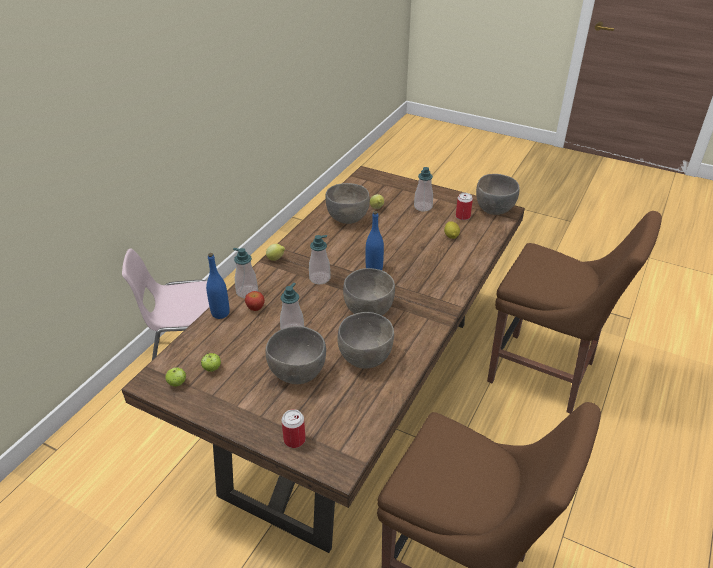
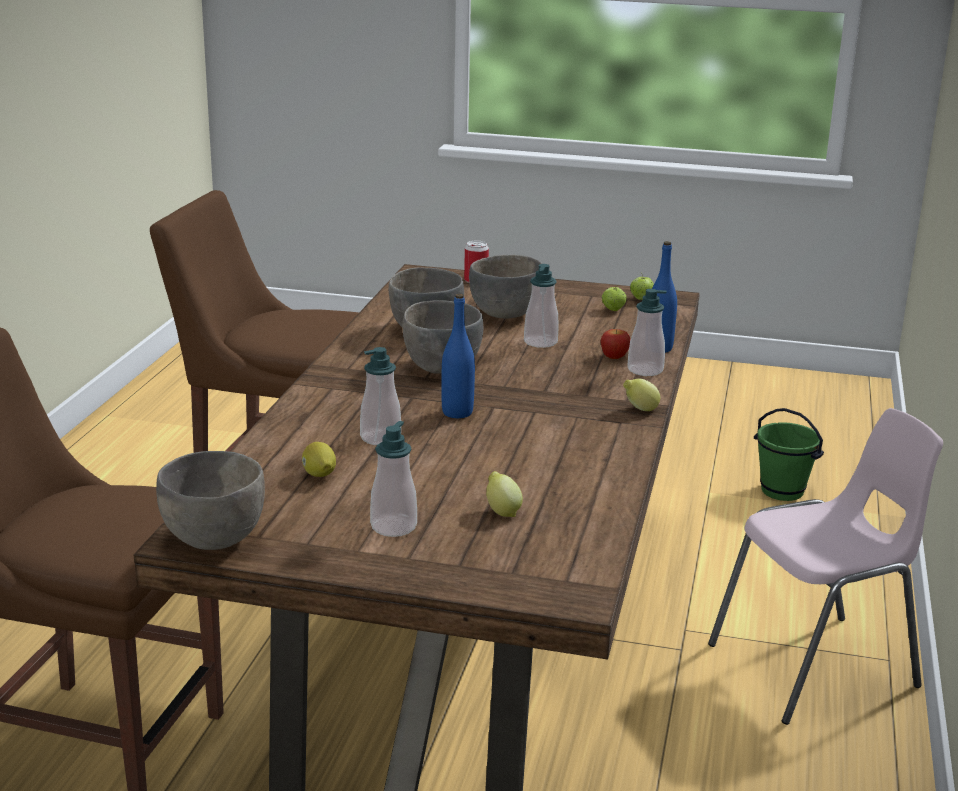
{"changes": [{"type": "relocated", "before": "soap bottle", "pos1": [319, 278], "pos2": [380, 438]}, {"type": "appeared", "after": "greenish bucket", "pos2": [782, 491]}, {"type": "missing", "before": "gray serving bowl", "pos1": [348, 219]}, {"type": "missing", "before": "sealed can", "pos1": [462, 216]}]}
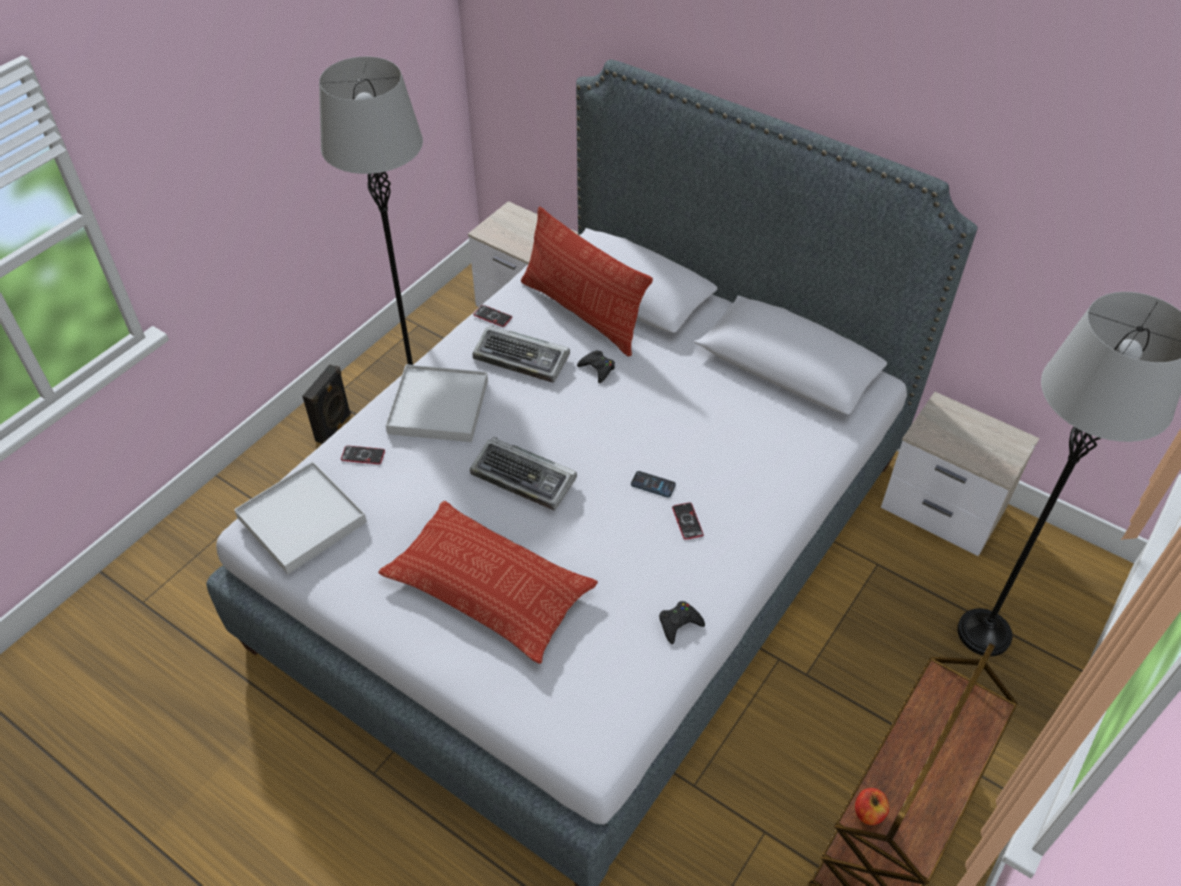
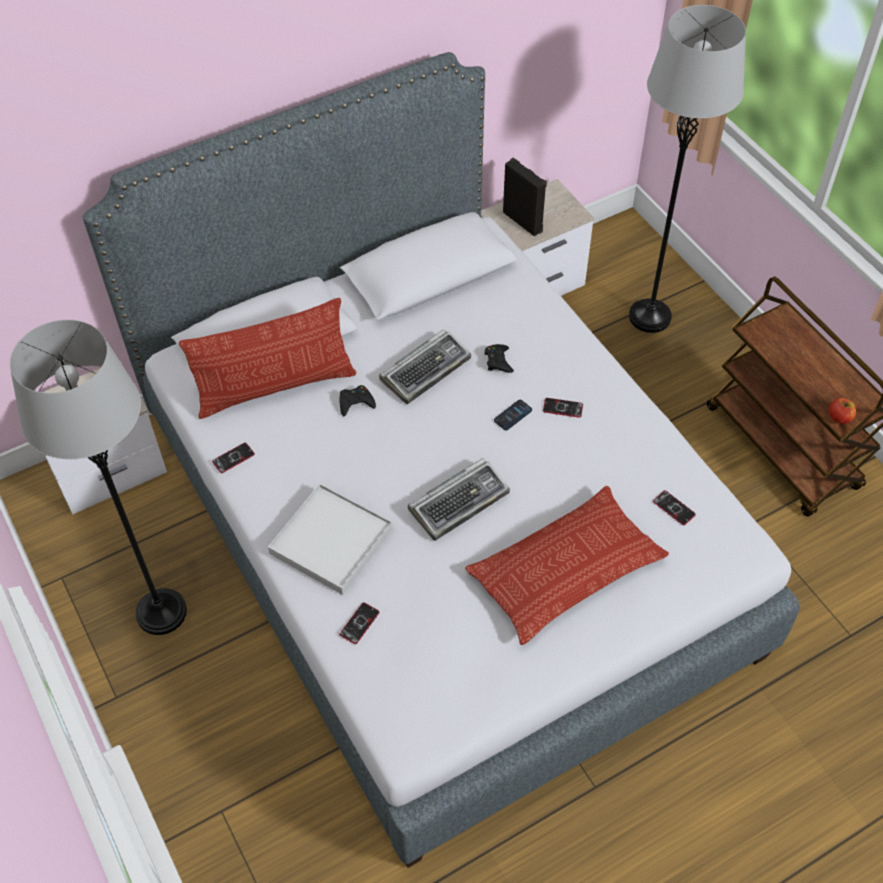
{"changes": [{"type": "relocated", "before": "computer keyboard", "pos1": [522, 358], "pos2": [426, 370]}, {"type": "relocated", "before": "blackish game controller", "pos1": [679, 624], "pos2": [498, 361]}, {"type": "relocated", "before": "blackish speaker", "pos1": [334, 428], "pos2": [523, 221]}, {"type": "appeared", "after": "phone", "pos2": [674, 508]}, {"type": "missing", "before": "white carrying tray", "pos1": [302, 520]}]}
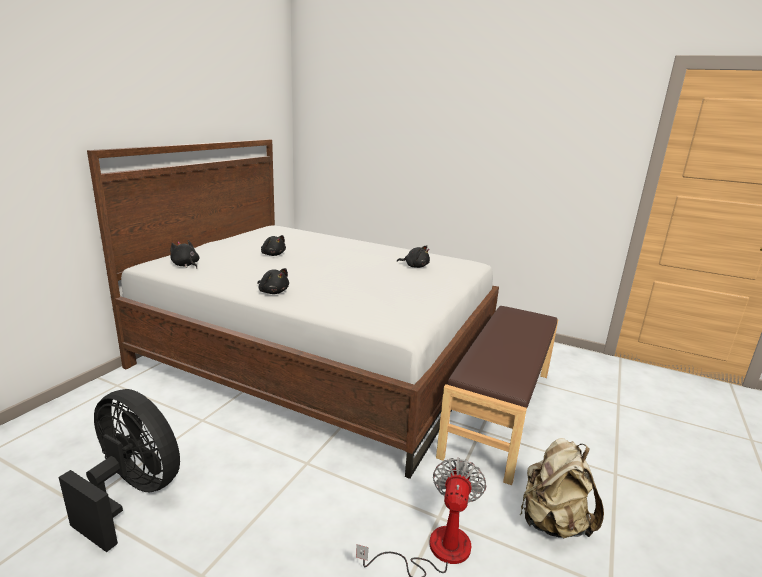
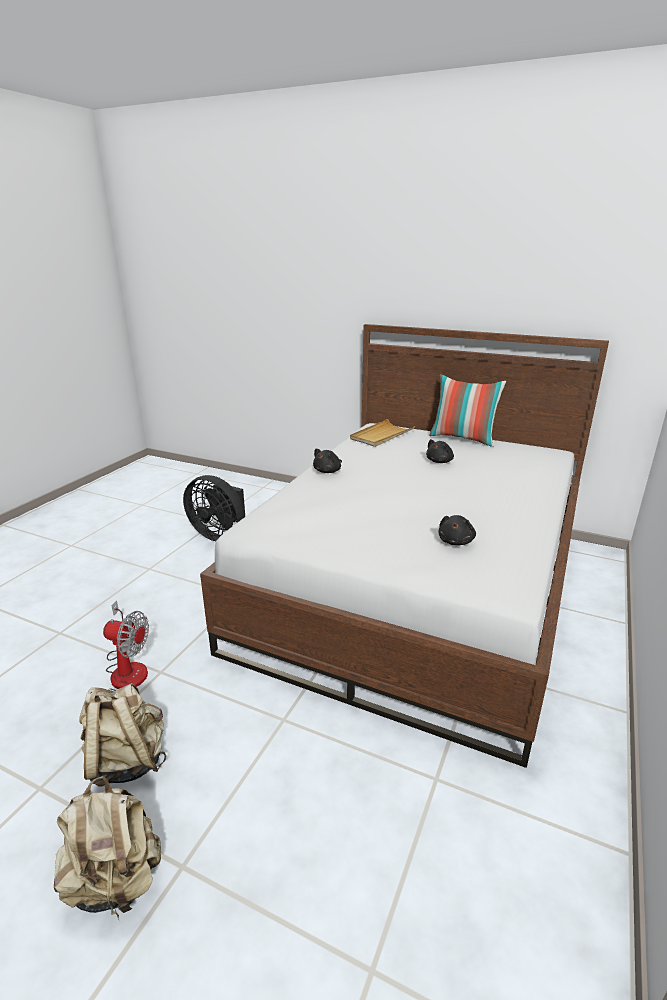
{"changes": [{"type": "appeared", "after": "sand-coloured knapsack", "pos2": [116, 880]}, {"type": "spun", "before": "blackish electric fan", "pos1": [132, 494], "pos2": [220, 534], "turn": 90}, {"type": "exchanged", "before": "blackish plush toy", "after": "sand-coloured carrying tray", "pos1": [186, 265], "pos2": [381, 435]}, {"type": "appeared", "after": "throw pillow", "pos2": [463, 438]}, {"type": "missing", "before": "brown long seat", "pos1": [498, 411]}]}
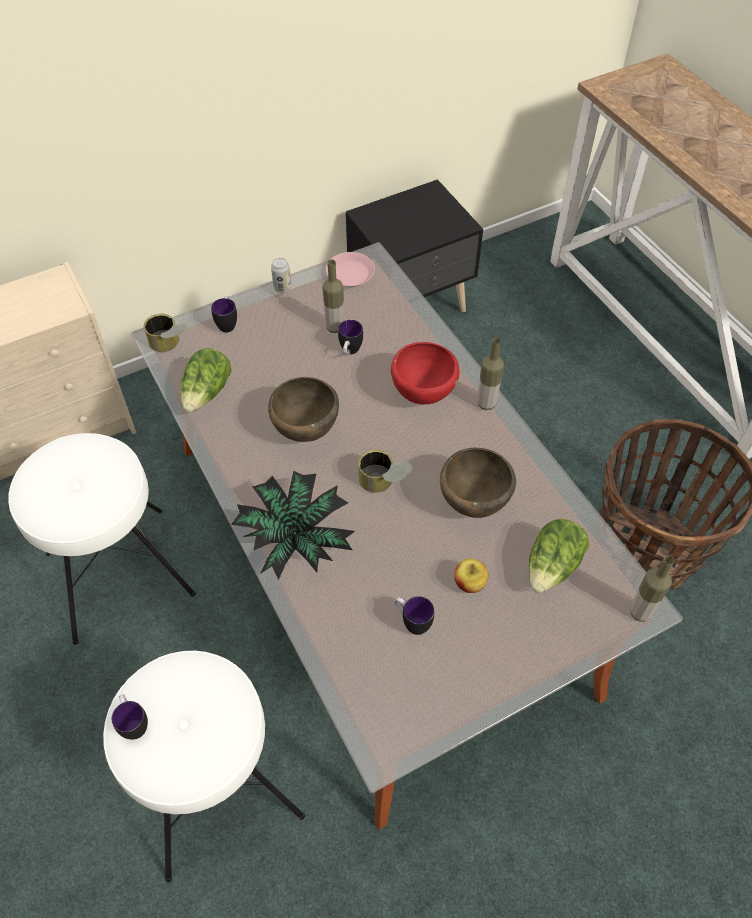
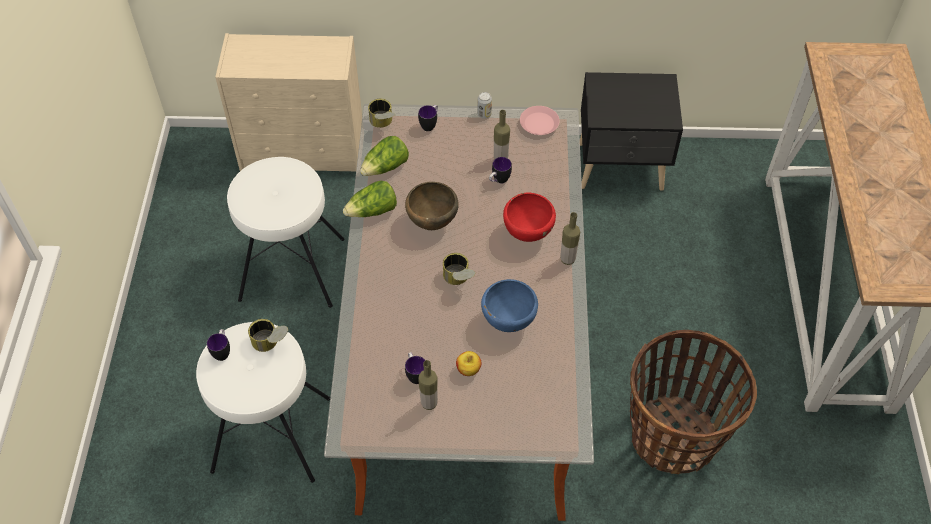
{"changes": [{"type": "appeared", "after": "sealed can", "pos2": [271, 343]}, {"type": "relocated", "before": "head of lettuce", "pos1": [553, 566], "pos2": [372, 211]}, {"type": "relocated", "before": "beverage bottle", "pos1": [640, 612], "pos2": [429, 403]}, {"type": "colour", "before": "brown serving bowl", "after": "blue-coloured serving bowl", "pos1": [473, 504], "pos2": [508, 321]}, {"type": "missing", "before": "potted plant", "pos1": [295, 538]}]}
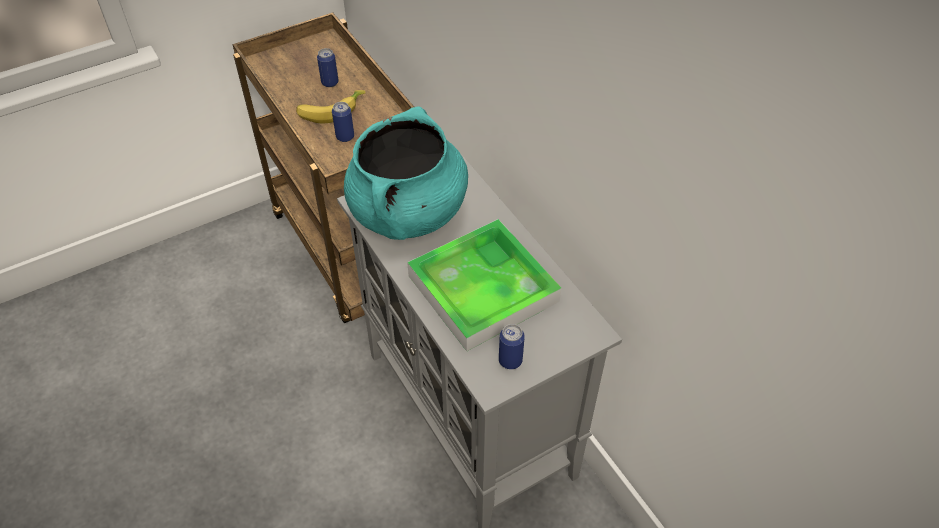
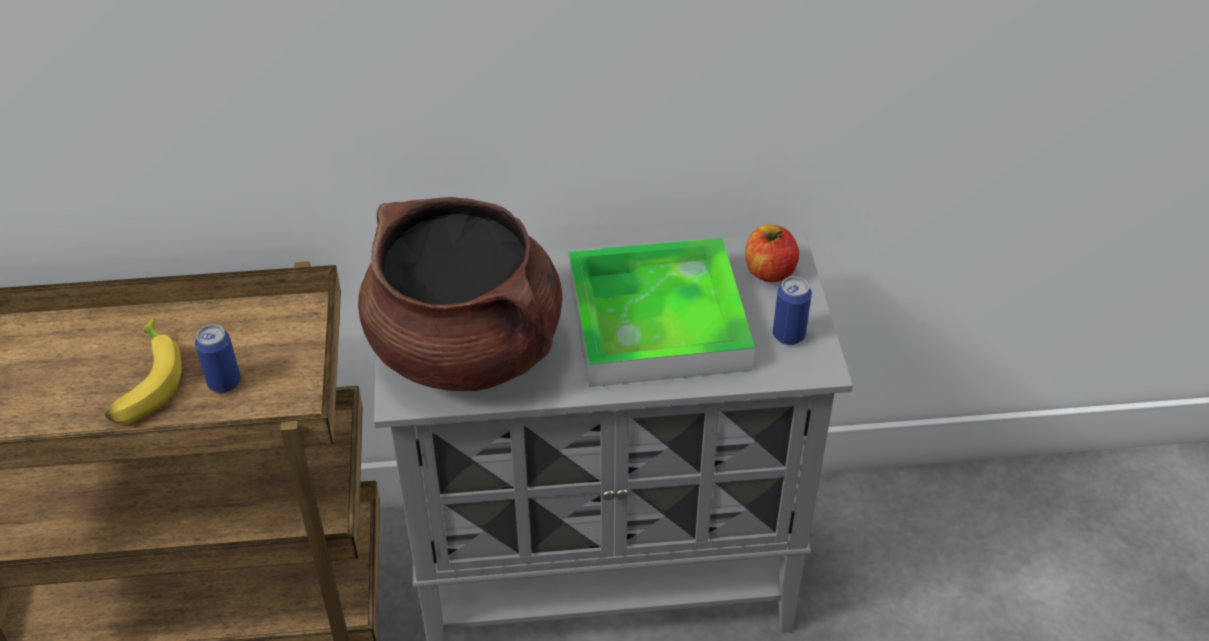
{"changes": [{"type": "colour", "before": "turquoise-coloured saucepot", "after": "brown saucepot", "pos1": [408, 213], "pos2": [467, 350]}, {"type": "appeared", "after": "whole apple", "pos2": [769, 271]}, {"type": "missing", "before": "sealed can", "pos1": [330, 82]}]}
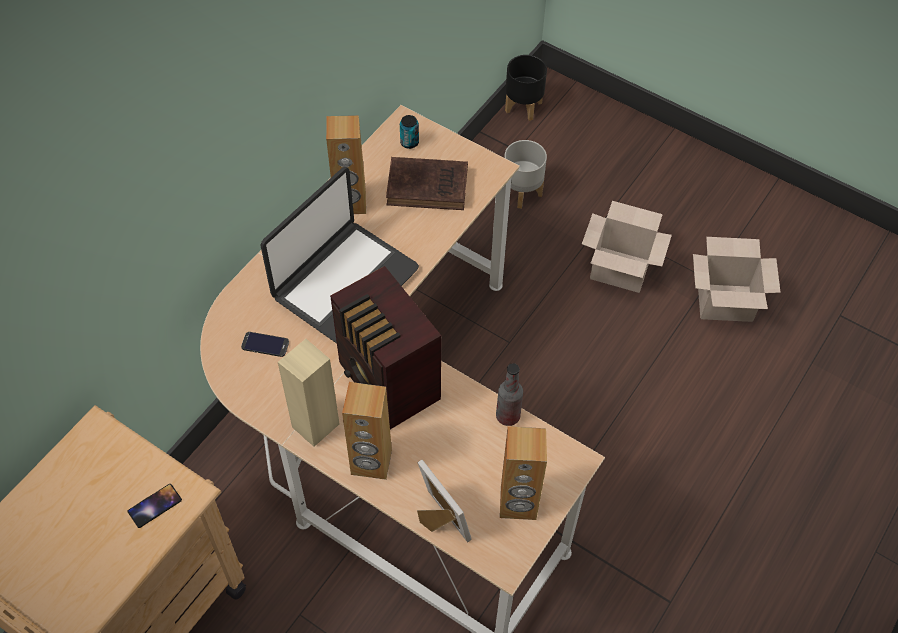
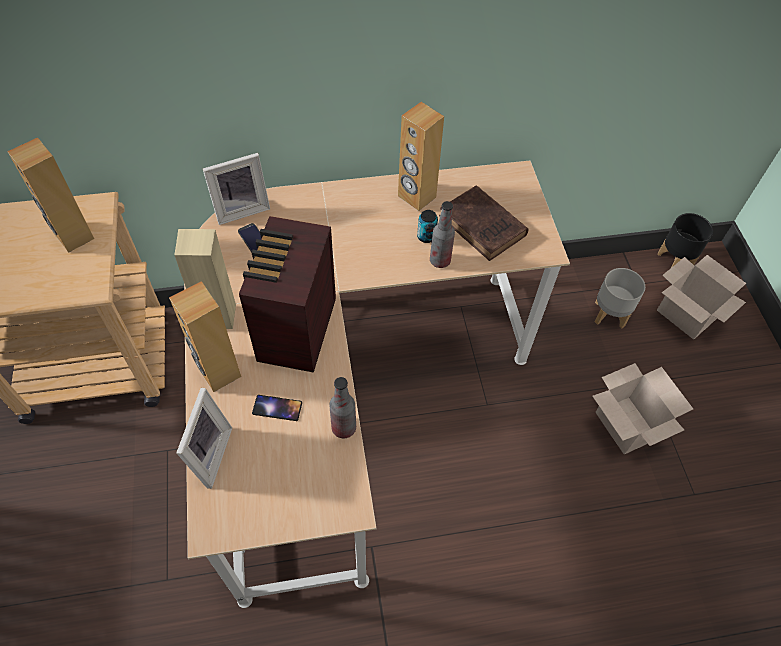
{"changes": [{"type": "relocated", "before": "brown speaker", "pos1": [518, 504], "pos2": [73, 236]}, {"type": "appeared", "after": "standing frame", "pos2": [241, 209]}, {"type": "relocated", "before": "phone", "pos1": [154, 506], "pos2": [277, 408]}, {"type": "relocated", "before": "sealed can", "pos1": [409, 142], "pos2": [426, 237]}, {"type": "appeared", "after": "beverage bottle", "pos2": [440, 261]}, {"type": "relocated", "before": "packing box", "pos1": [726, 301], "pos2": [687, 315]}, {"type": "missing", "before": "portable computer", "pos1": [344, 282]}]}
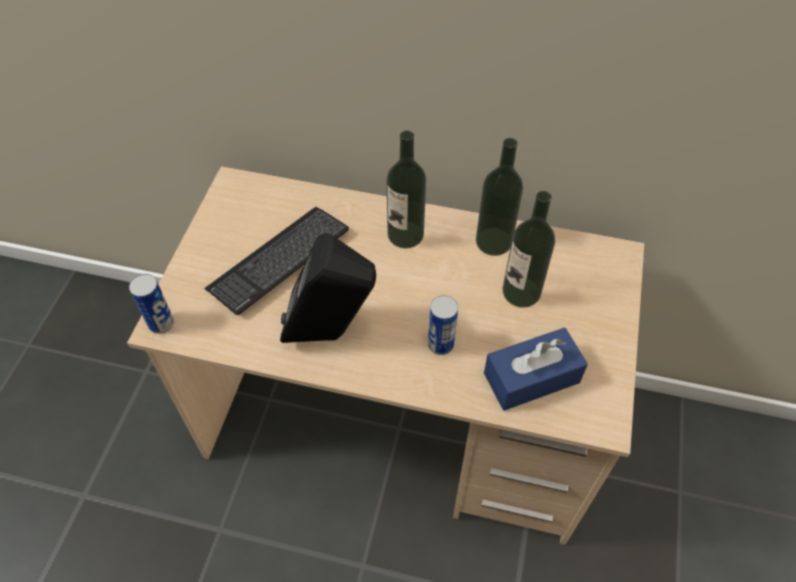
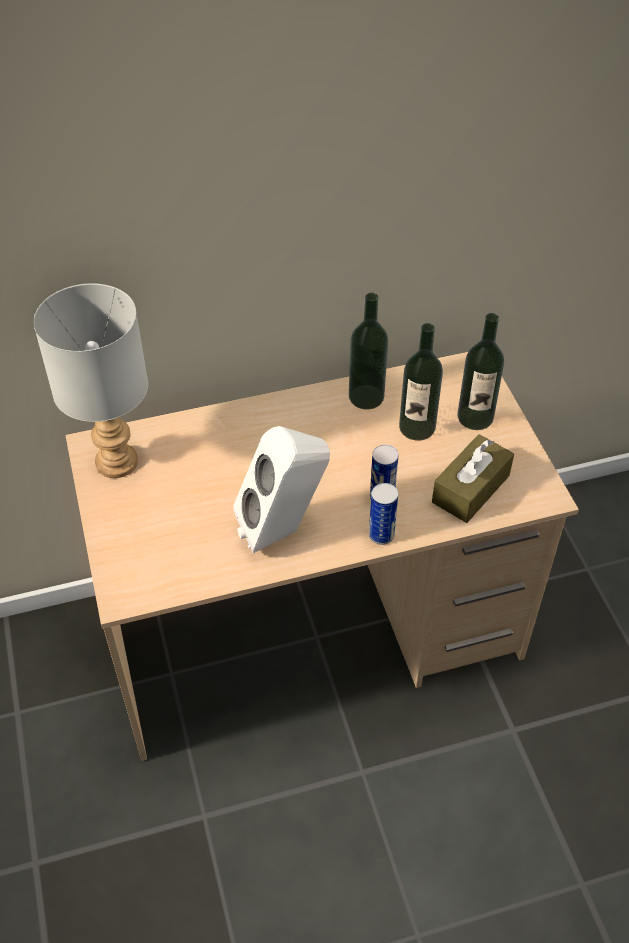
{"changes": [{"type": "appeared", "after": "gray tabletop lamp", "pos2": [116, 461]}, {"type": "colour", "before": "blackish speaker", "after": "white speaker", "pos1": [331, 334], "pos2": [284, 530]}, {"type": "relocated", "before": "sealed can", "pos1": [161, 323], "pos2": [381, 535]}, {"type": "colour", "before": "blue-coloured tissue box", "after": "brown tissue box", "pos1": [531, 378], "pos2": [471, 489]}, {"type": "relocated", "before": "beverage bottle", "pos1": [405, 234], "pos2": [475, 417]}, {"type": "missing", "before": "computer keyboard", "pos1": [279, 261]}]}
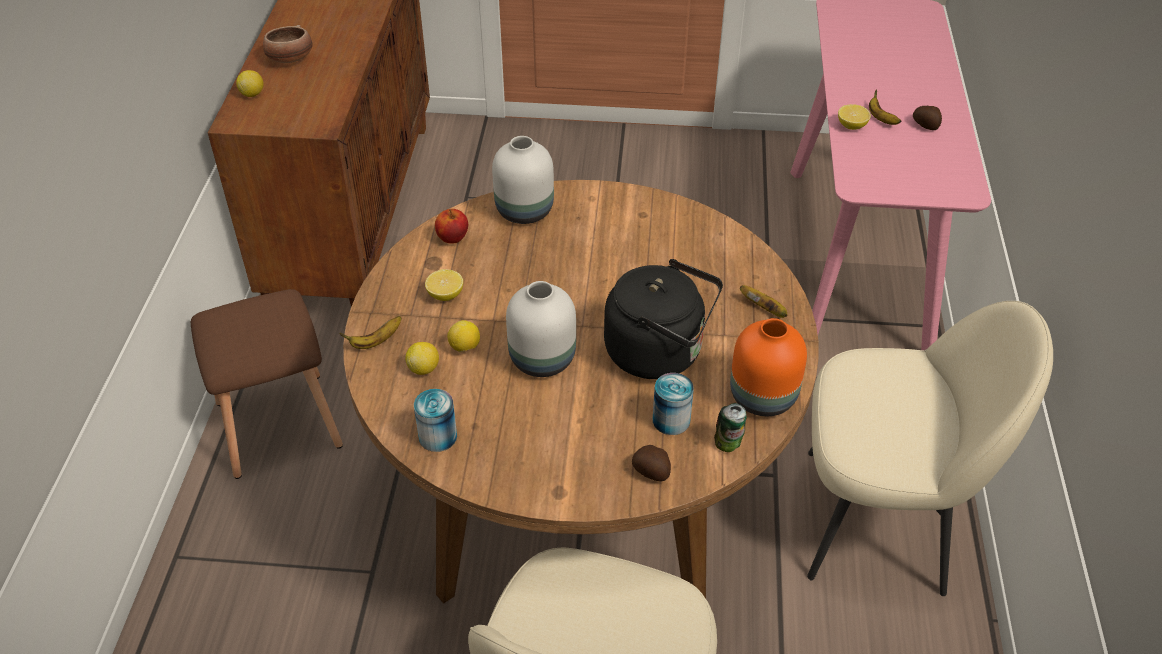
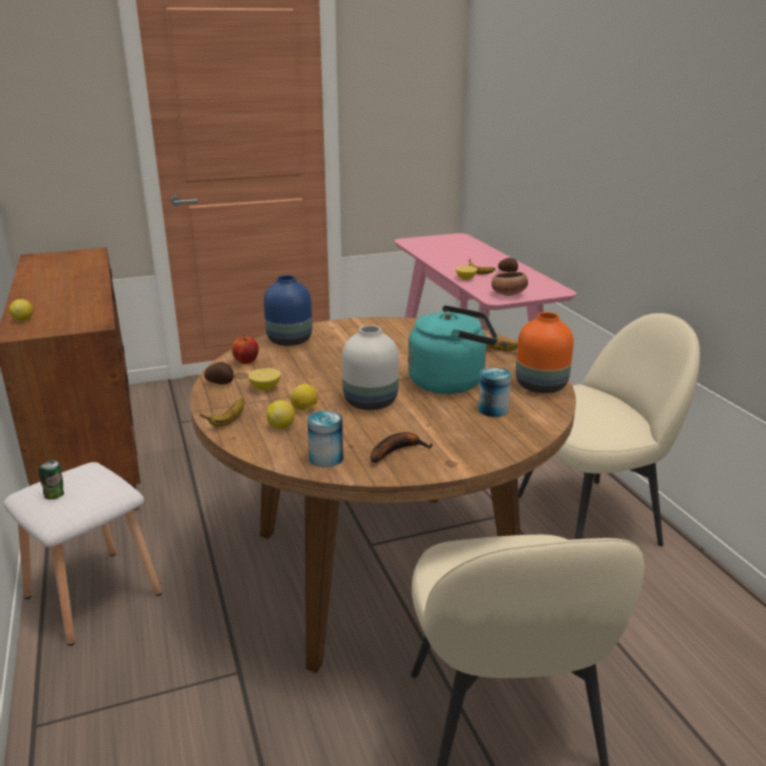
{"changes": [{"type": "colour", "before": "brown stool", "after": "white stool", "pos1": [280, 422], "pos2": [94, 593]}, {"type": "relocated", "before": "sealed can", "pos1": [728, 444], "pos2": [55, 495]}, {"type": "relocated", "before": "whole potato", "pos1": [652, 472], "pos2": [220, 383]}, {"type": "colour", "before": "white decorative vase", "after": "blue-coloured decorative vase", "pos1": [523, 211], "pos2": [289, 341]}, {"type": "appeared", "after": "whole banana", "pos2": [397, 451]}, {"type": "colour", "before": "blackish tea kettle", "after": "turquoise-coloured tea kettle", "pos1": [660, 352], "pos2": [451, 382]}, {"type": "relocated", "before": "serving bowl", "pos1": [290, 59], "pos2": [508, 294]}]}
